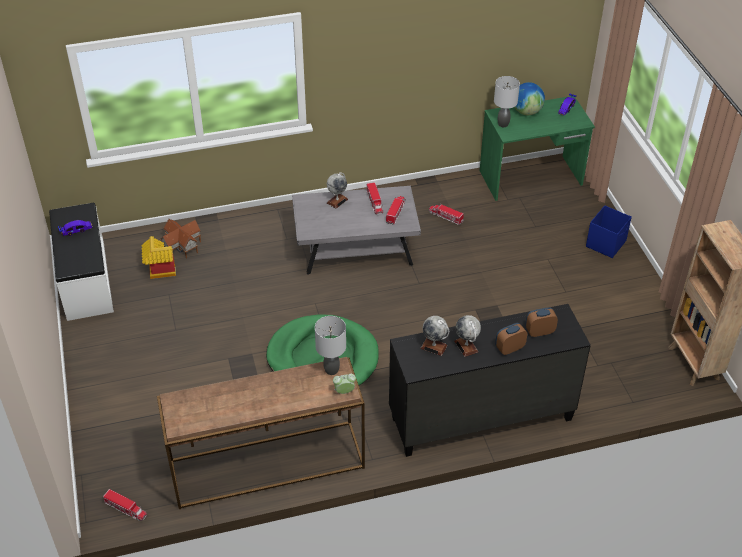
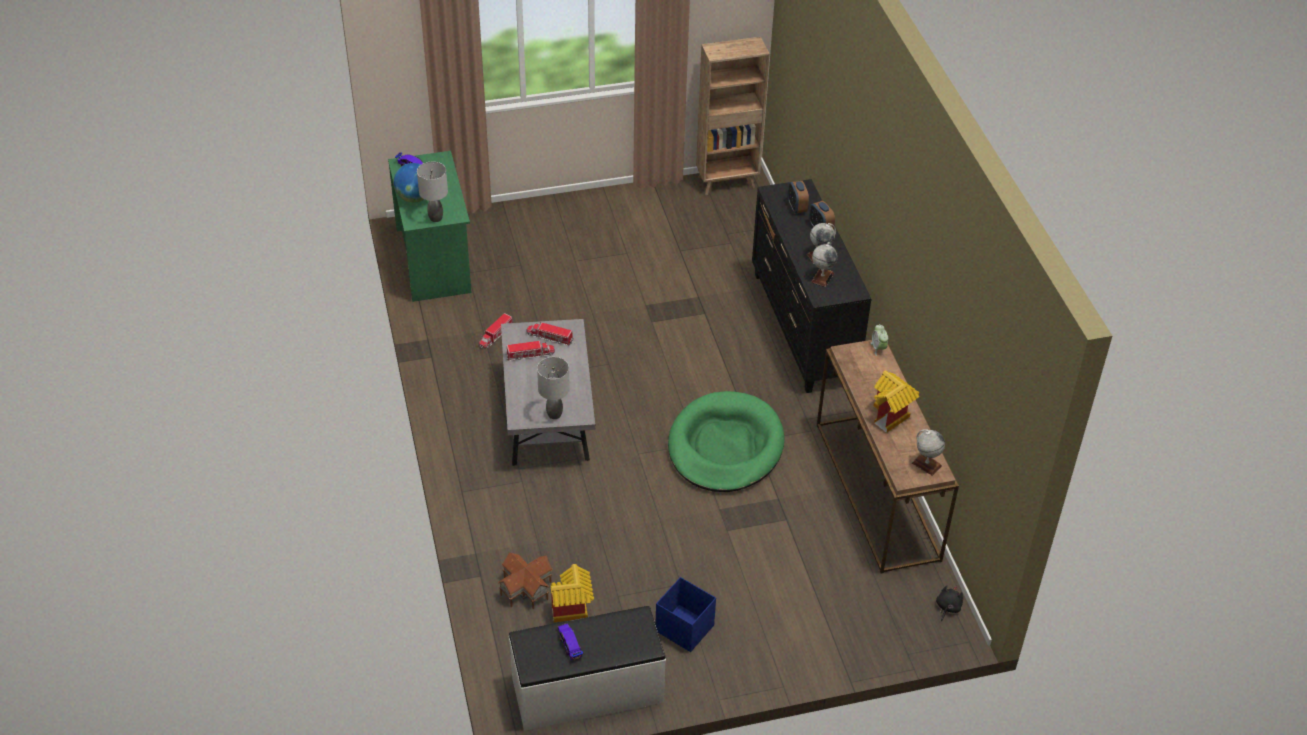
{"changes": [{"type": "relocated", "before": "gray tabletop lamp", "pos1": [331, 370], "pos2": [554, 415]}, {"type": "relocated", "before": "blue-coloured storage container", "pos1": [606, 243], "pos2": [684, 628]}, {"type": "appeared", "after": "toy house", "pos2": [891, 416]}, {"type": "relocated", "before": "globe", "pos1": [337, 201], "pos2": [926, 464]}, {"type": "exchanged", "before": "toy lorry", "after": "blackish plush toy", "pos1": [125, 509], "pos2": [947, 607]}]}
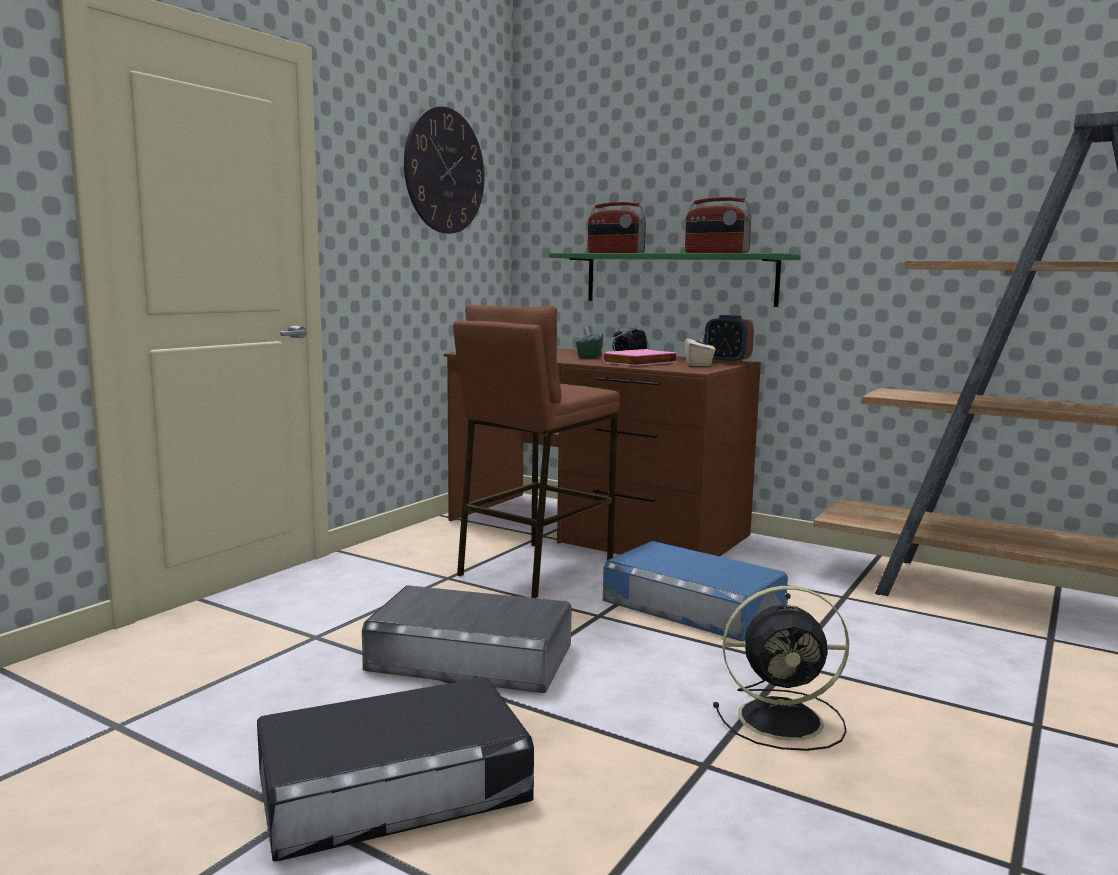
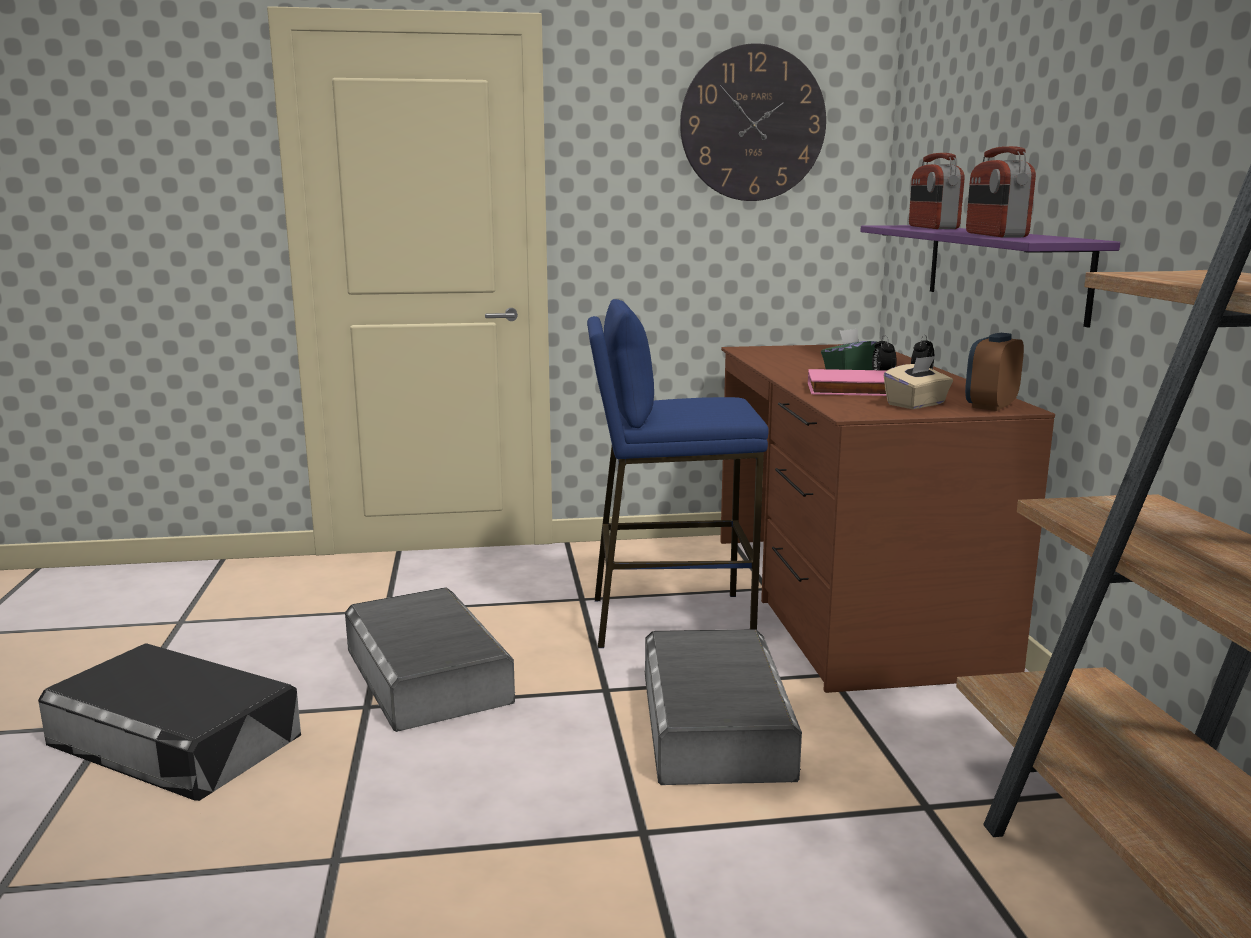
{"changes": [{"type": "colour", "before": "brown stool", "after": "blue-coloured stool", "pos1": [534, 569], "pos2": [670, 620]}, {"type": "colour", "before": "blue-coloured storage container", "after": "gray storage container", "pos1": [693, 606], "pos2": [715, 725]}, {"type": "colour", "before": "greenish bracket shelf", "after": "purplish bracket shelf", "pos1": [678, 279], "pos2": [1002, 269]}, {"type": "spun", "before": "bedside clock", "pos1": [727, 362], "pos2": [990, 406], "turn": 45}, {"type": "missing", "before": "blackish electric fan", "pos1": [784, 719]}]}
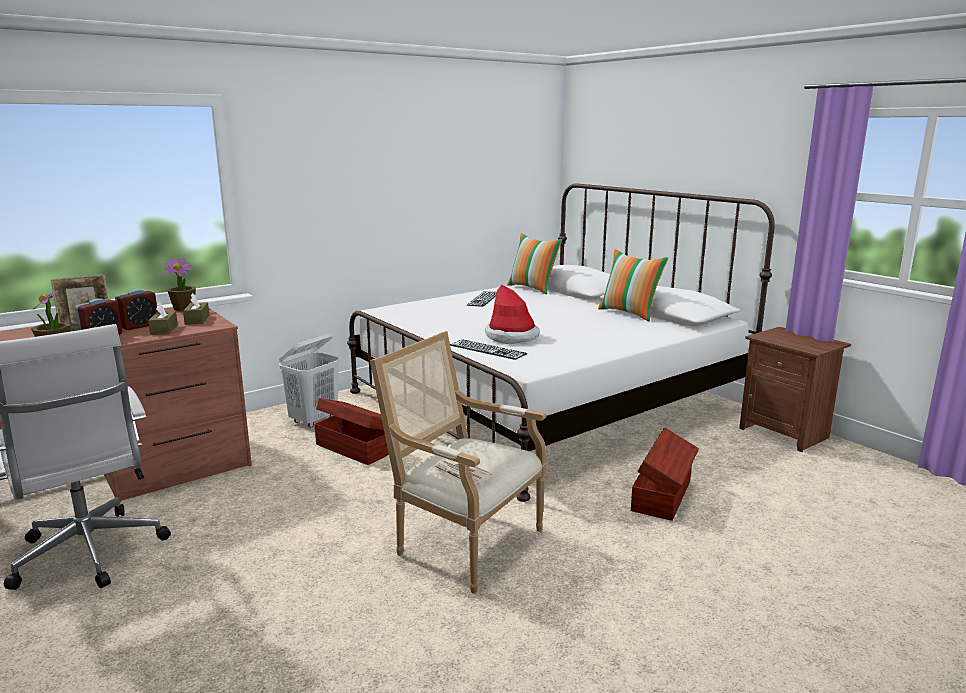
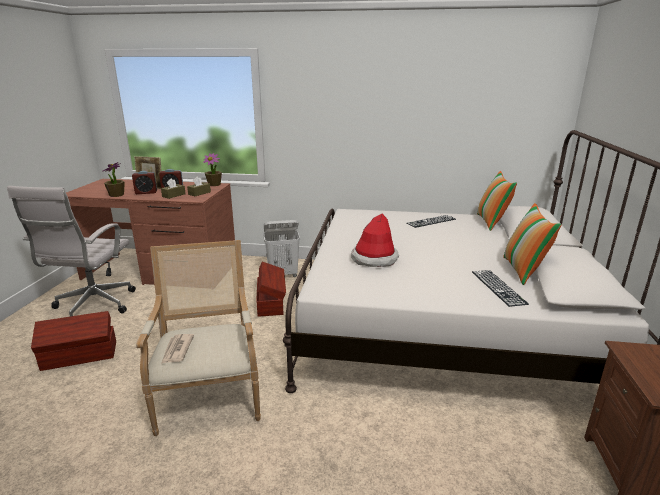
{"changes": [{"type": "relocated", "before": "brown storage container", "pos1": [663, 495], "pos2": [80, 356]}, {"type": "relocated", "before": "computer keyboard", "pos1": [487, 349], "pos2": [498, 287]}]}
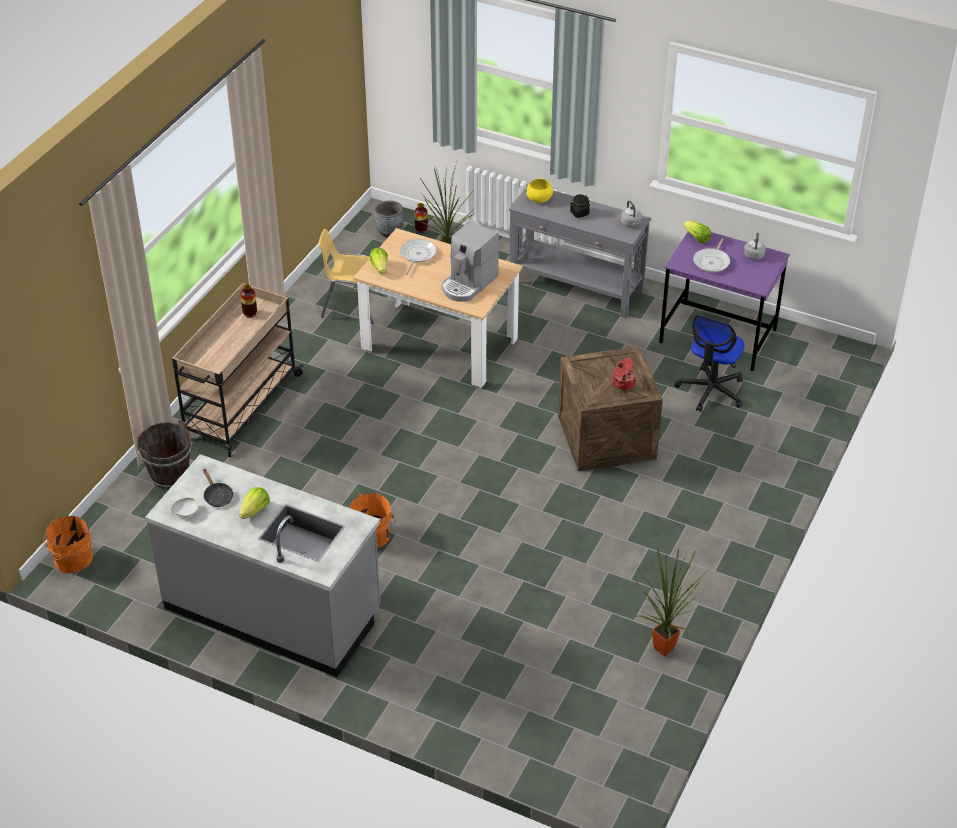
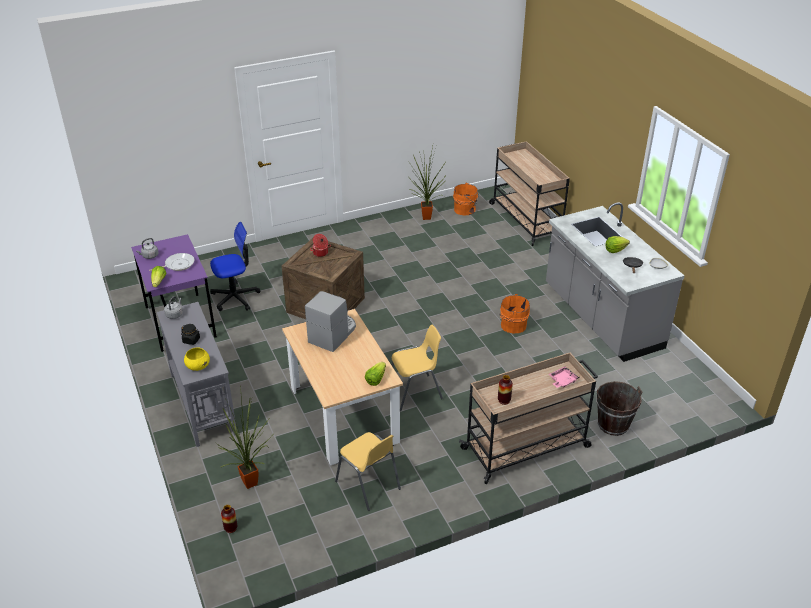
{"changes": [{"type": "spun", "before": "coffee brewer", "pos1": [468, 284], "pos2": [333, 334], "turn": -45}, {"type": "appeared", "after": "yellowish upright chair", "pos2": [415, 392]}, {"type": "relocated", "before": "orange-coloured bucket", "pos1": [71, 559], "pos2": [466, 209]}, {"type": "appeared", "after": "sand-coloured trolley", "pos2": [526, 219]}, {"type": "appeared", "after": "pink carrying tray", "pos2": [562, 381]}, {"type": "missing", "before": "gray planter", "pos1": [390, 232]}, {"type": "missing", "before": "skillet", "pos1": [417, 255]}]}
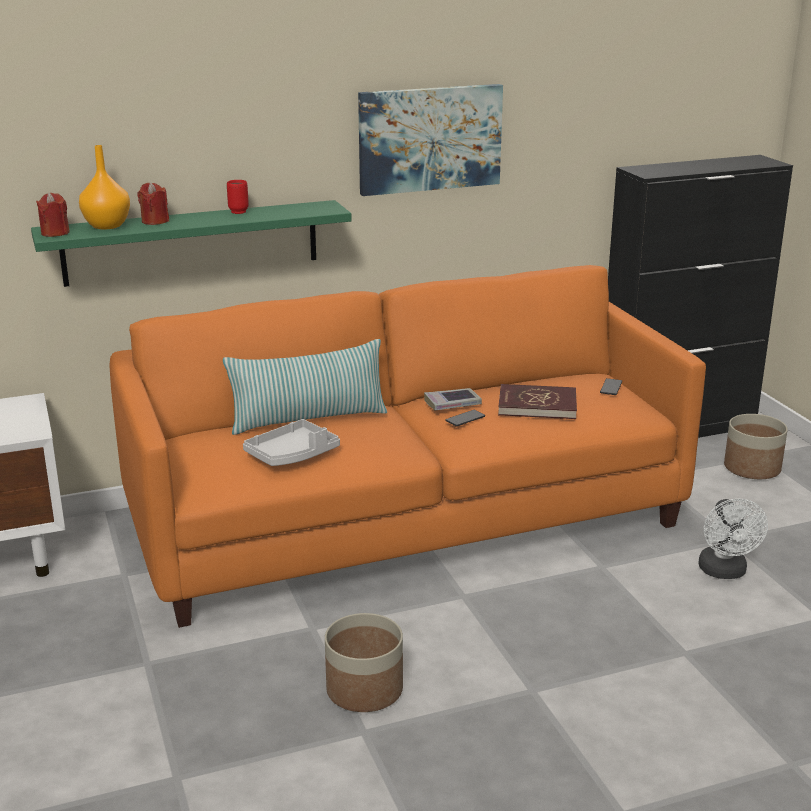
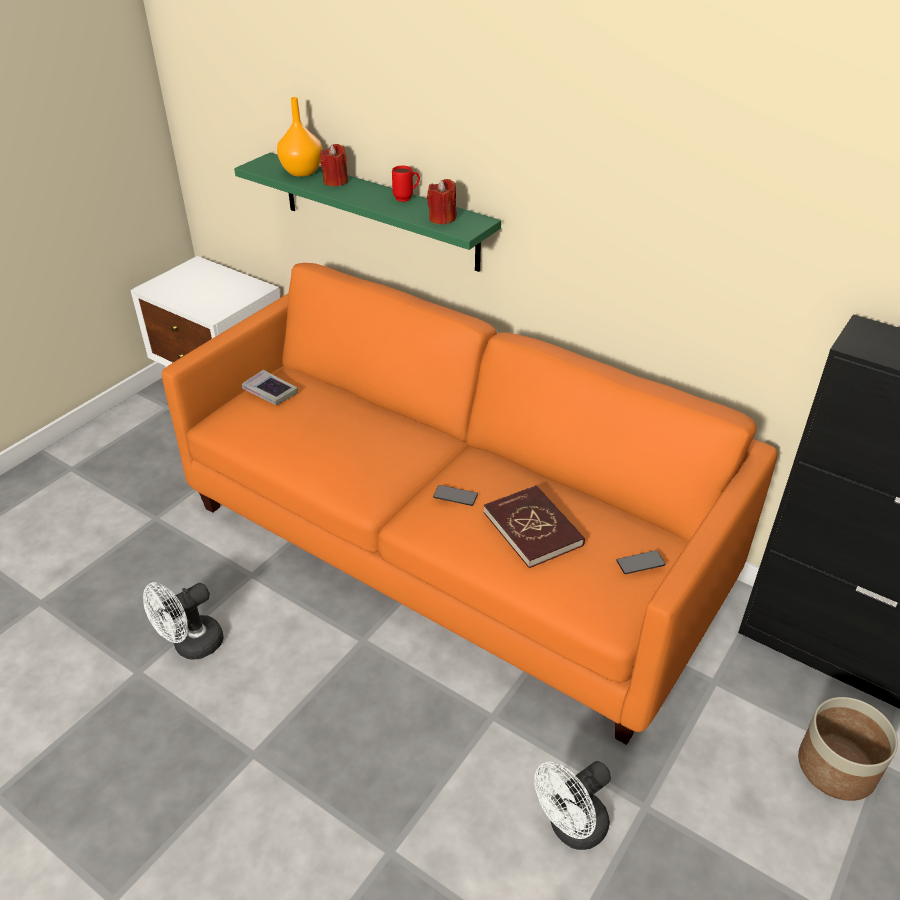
{"changes": [{"type": "exchanged", "before": "planter", "after": "white electric fan", "pos1": [365, 689], "pos2": [191, 645]}, {"type": "relocated", "before": "volume", "pos1": [452, 404], "pos2": [270, 392]}, {"type": "relocated", "before": "red-coloured wax light", "pos1": [55, 233], "pos2": [442, 218]}, {"type": "missing", "before": "throw pillow", "pos1": [308, 419]}, {"type": "missing", "before": "gray carrying tray", "pos1": [292, 455]}, {"type": "missing", "before": "wall art", "pos1": [429, 138]}]}
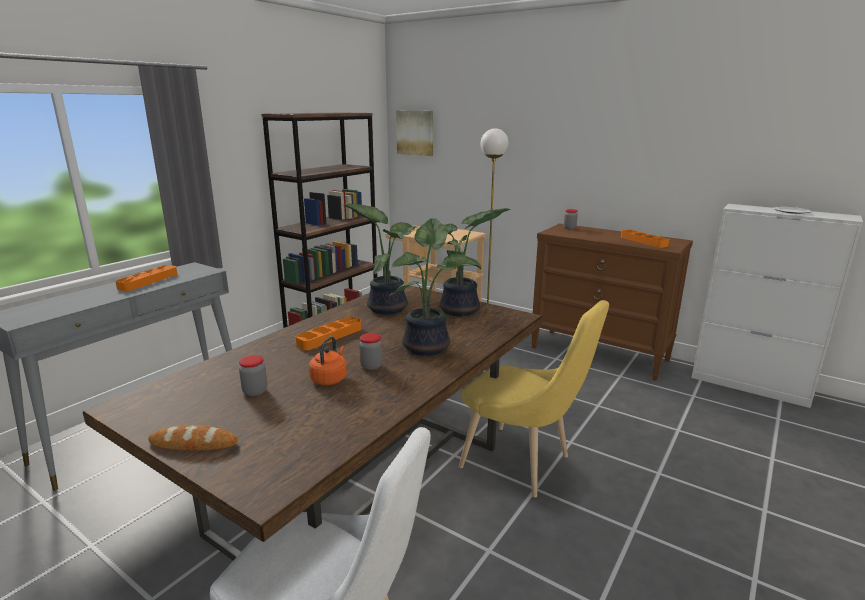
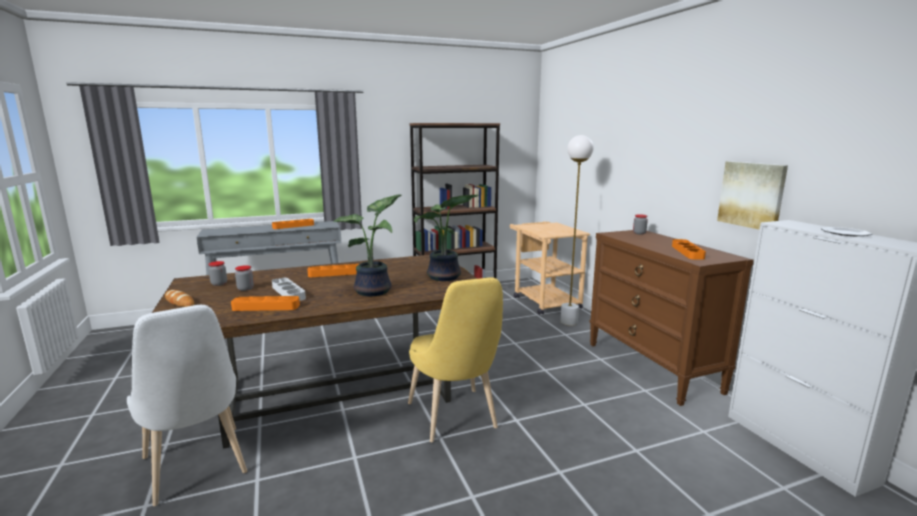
{"changes": [{"type": "relocated", "before": "preserve jar", "pos1": [371, 366], "pos2": [219, 284]}, {"type": "appeared", "after": "orange-coloured carrying tray", "pos2": [266, 307]}, {"type": "exchanged", "before": "orange-coloured tea kettle", "after": "gray carrying tray", "pos1": [330, 379], "pos2": [288, 292]}, {"type": "relocated", "before": "wall art", "pos1": [415, 132], "pos2": [752, 195]}, {"type": "missing", "before": "potted plant", "pos1": [386, 307]}]}
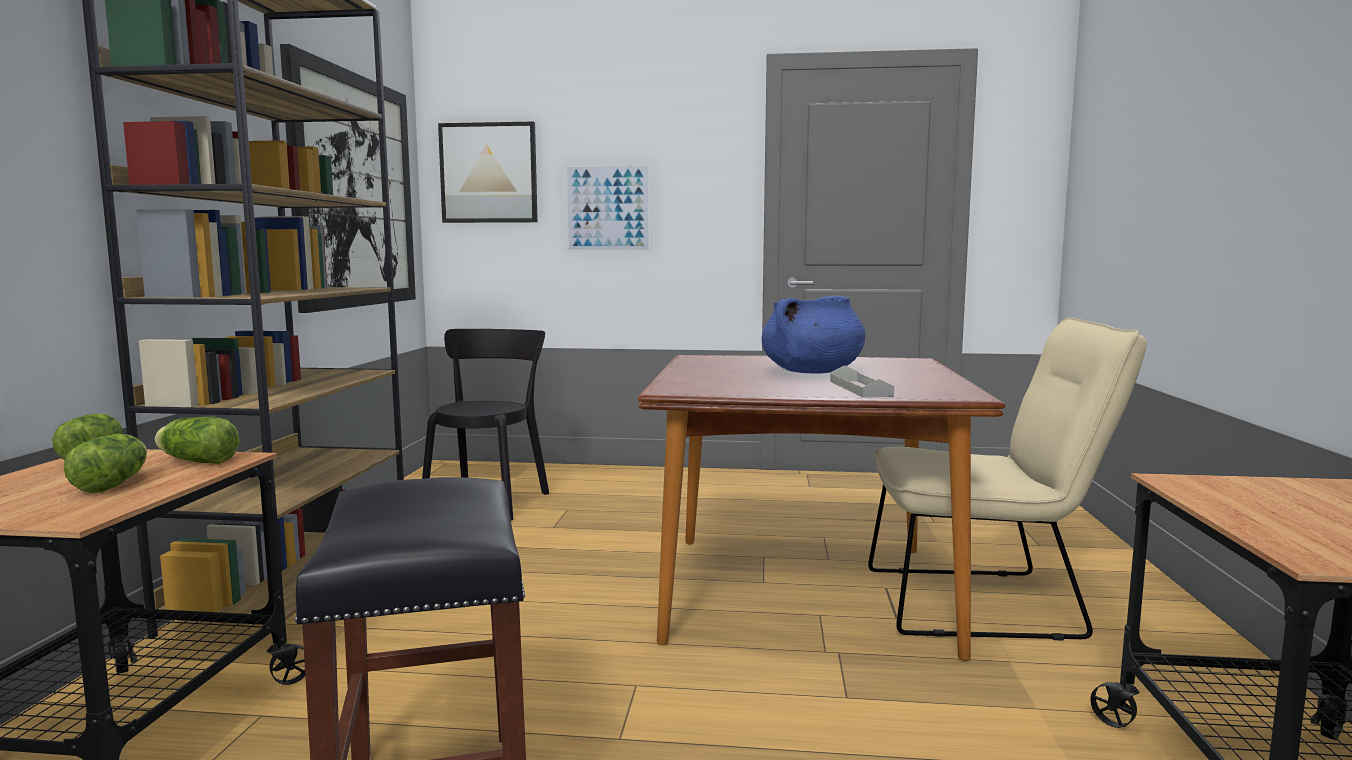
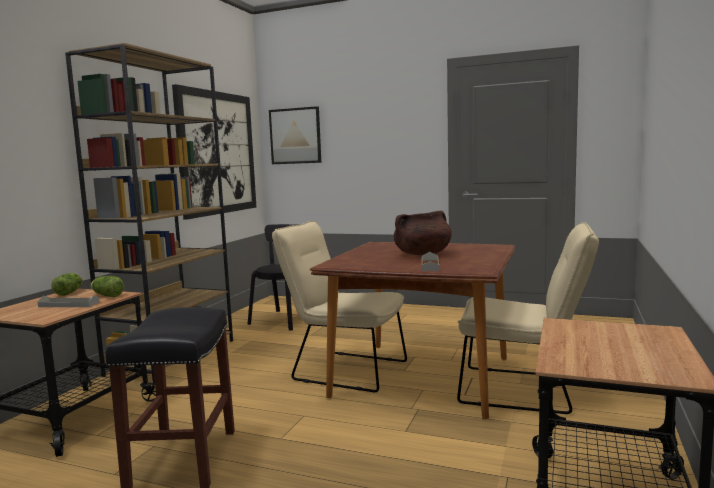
{"changes": [{"type": "exchanged", "before": "head of lettuce", "after": "gray carrying tray", "pos1": [115, 483], "pos2": [69, 304]}, {"type": "appeared", "after": "sand-coloured upright chair", "pos2": [343, 369]}, {"type": "colour", "before": "blue-coloured saucepot", "after": "brown saucepot", "pos1": [811, 372], "pos2": [422, 254]}, {"type": "missing", "before": "wall art", "pos1": [608, 208]}]}
